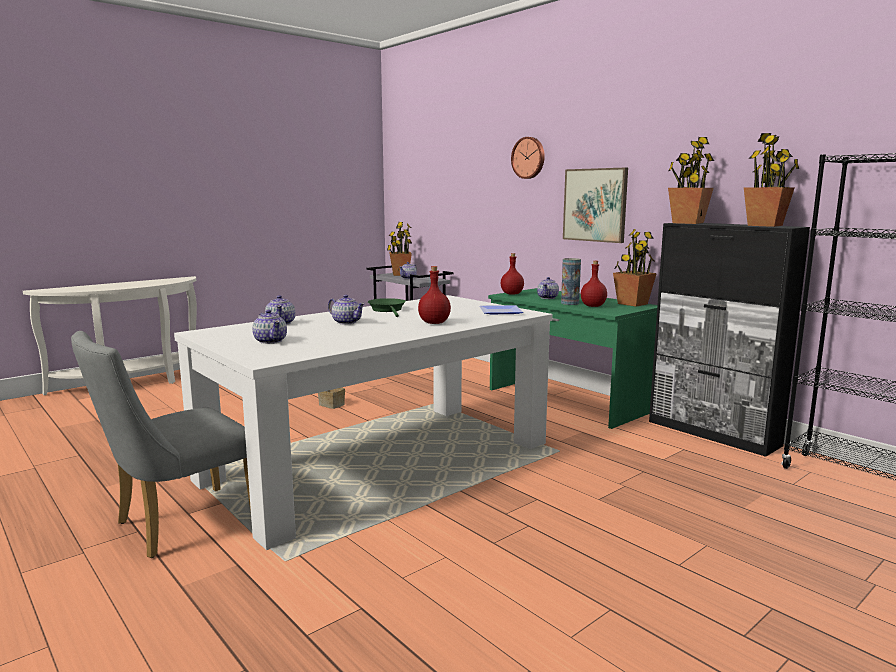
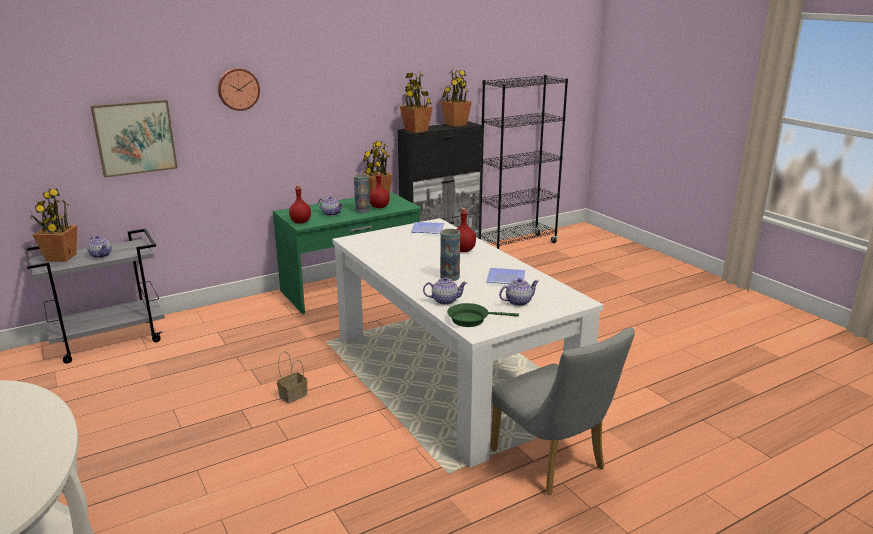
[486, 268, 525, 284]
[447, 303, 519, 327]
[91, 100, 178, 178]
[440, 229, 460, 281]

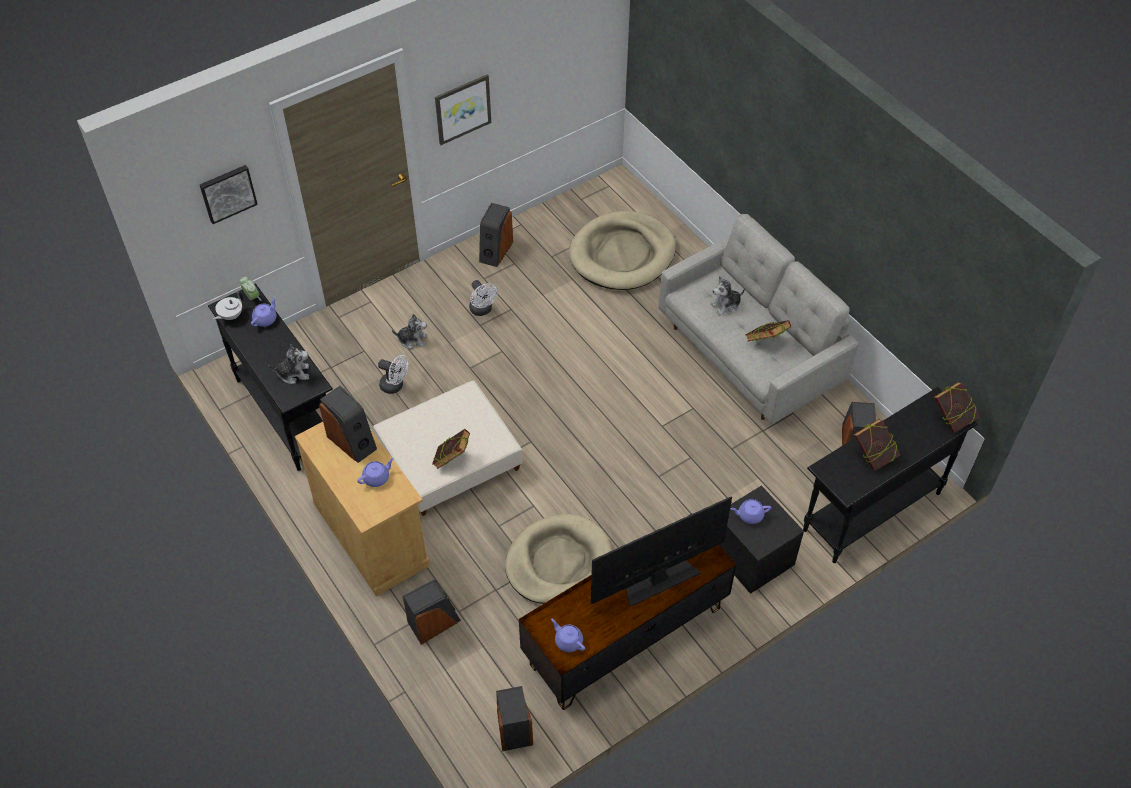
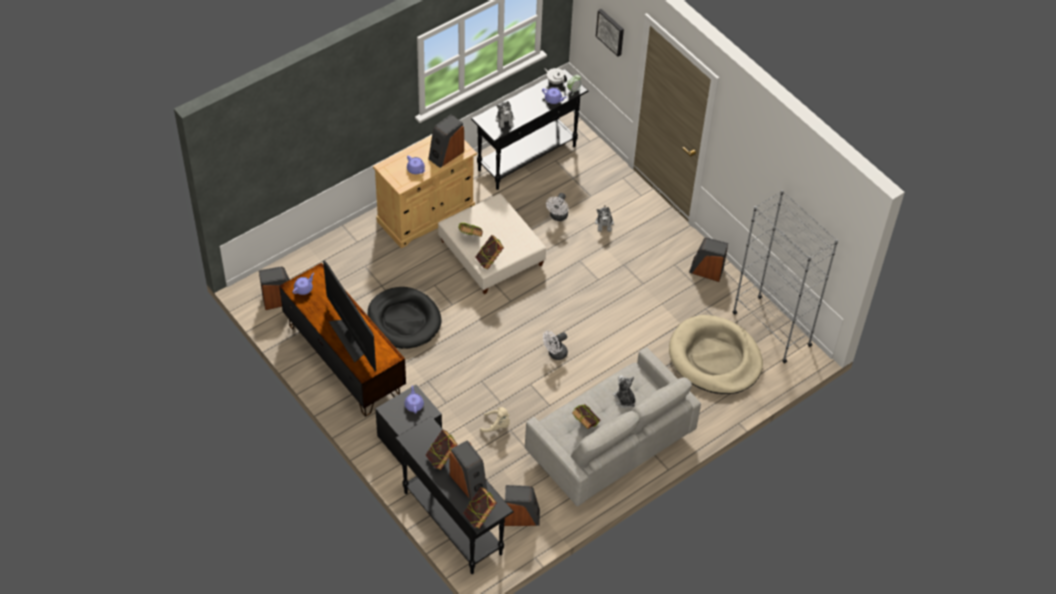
[435, 74, 491, 145] (first image)
[475, 235, 504, 270]
[480, 407, 510, 432]
[733, 190, 838, 363]
[449, 440, 487, 501]
[543, 331, 568, 360]
[367, 287, 442, 349]

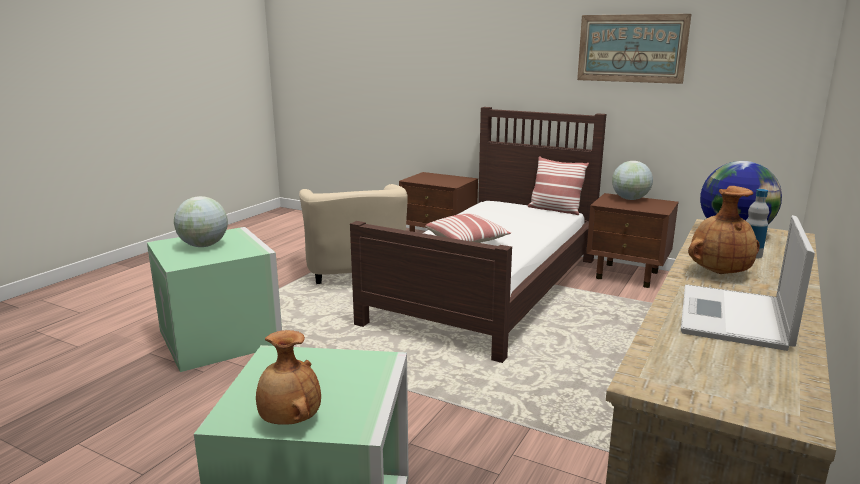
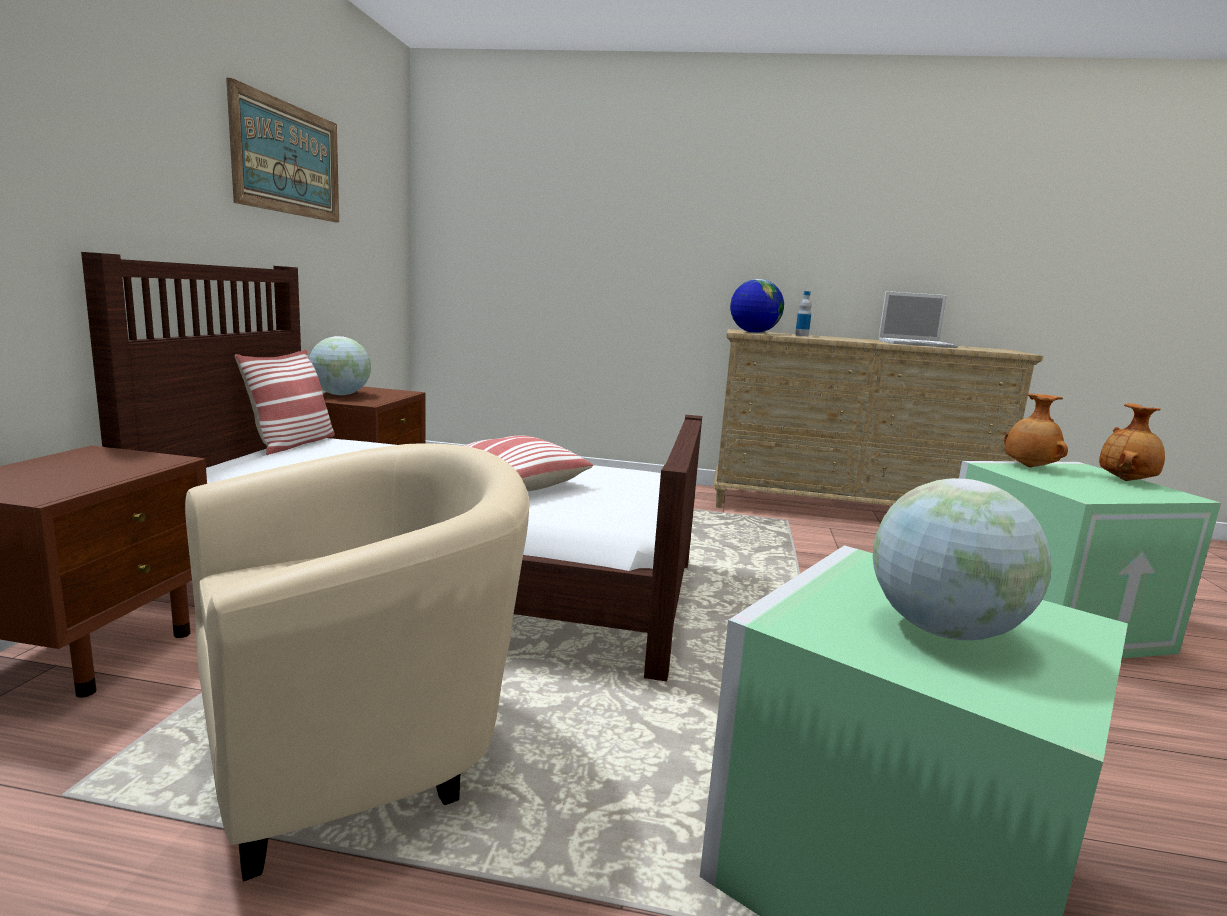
[1004, 394, 1068, 467]

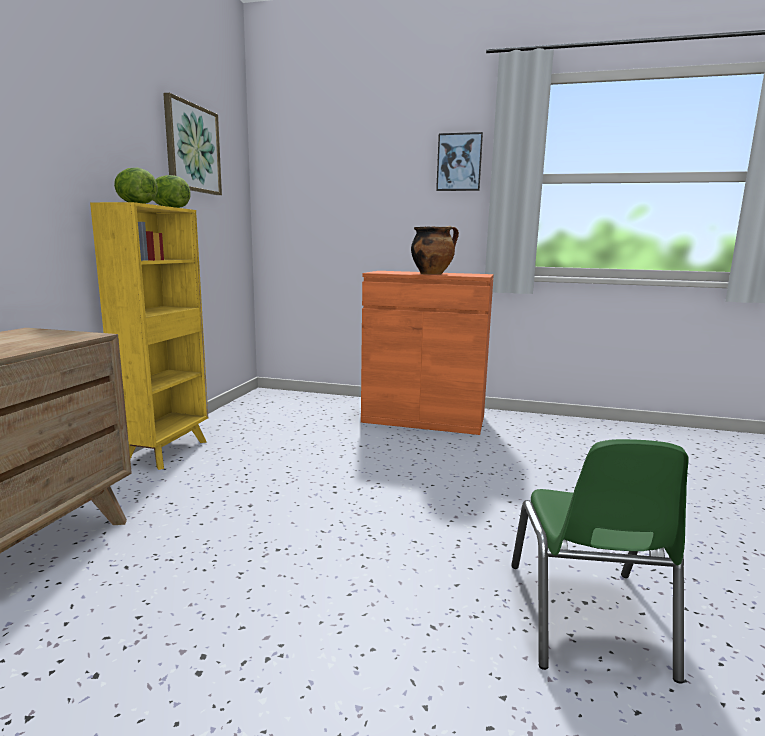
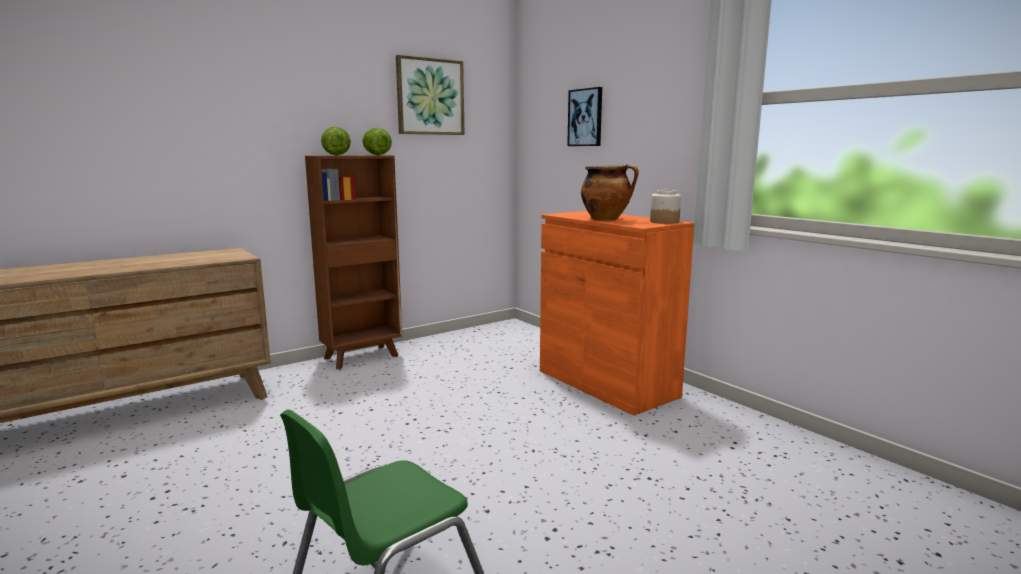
[650, 190, 681, 224]
[567, 87, 602, 146]
[305, 155, 402, 369]

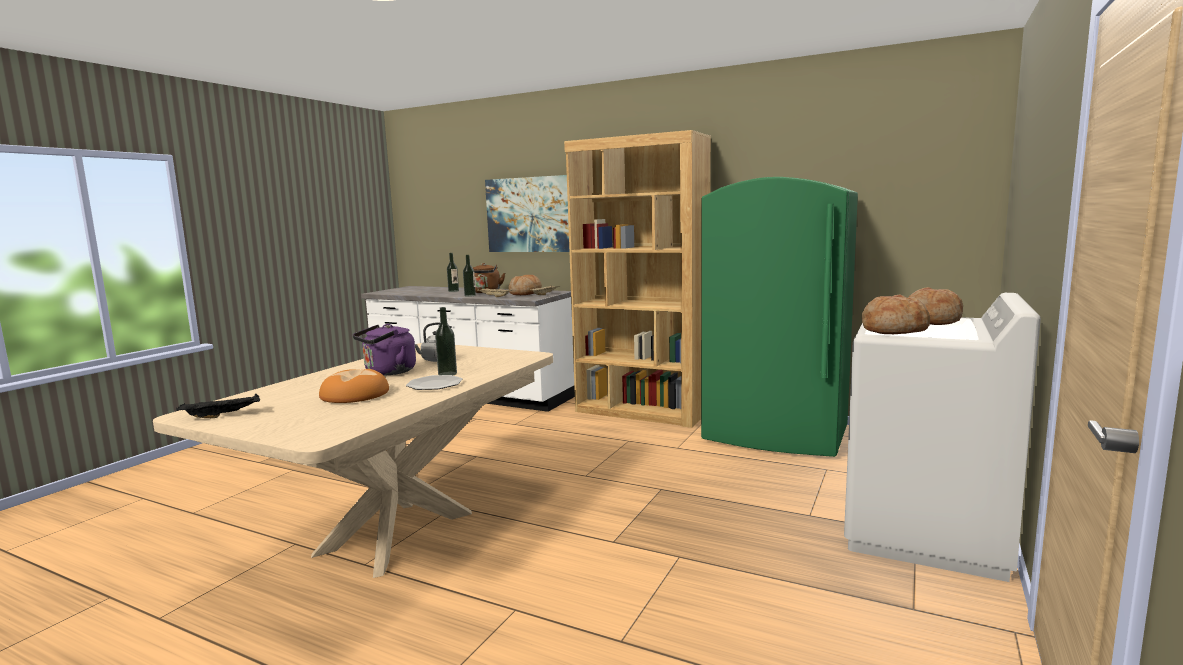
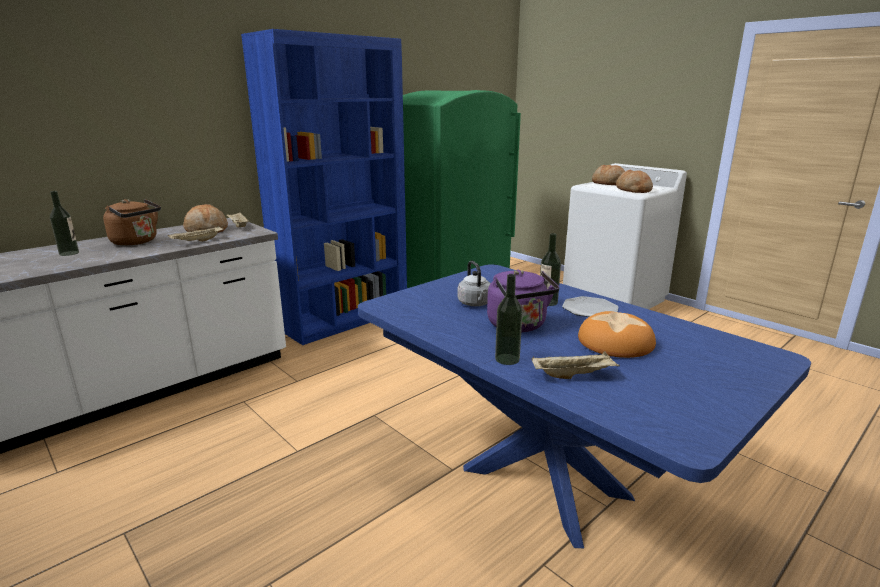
[176, 394, 260, 418] (first image)
[485, 175, 569, 252] (first image)
[532, 352, 620, 379]
[495, 274, 523, 365]
[358, 264, 811, 548]
[241, 29, 407, 345]

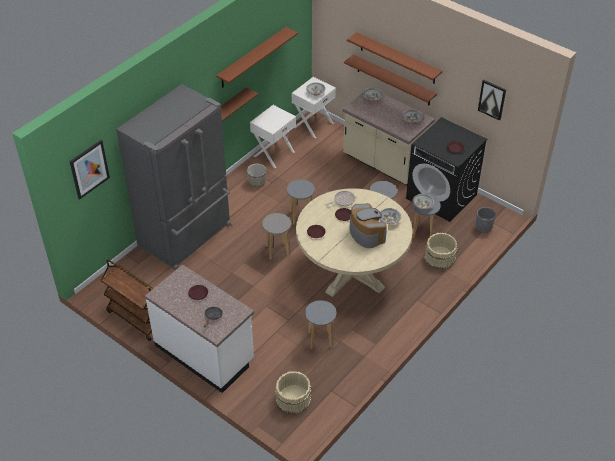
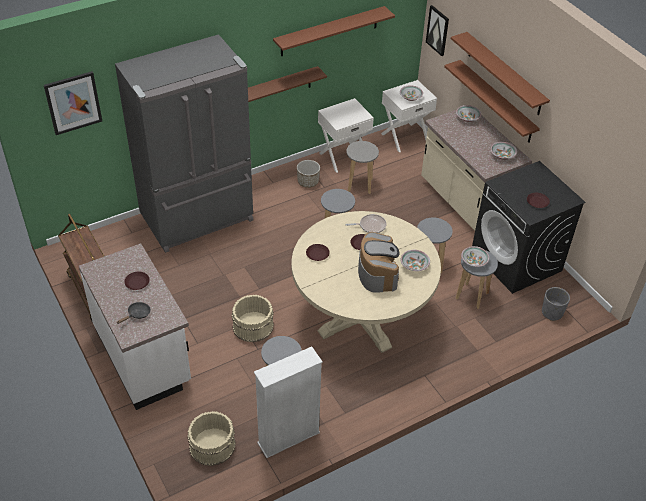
[254, 347, 323, 458]
[346, 141, 379, 194]
[232, 295, 274, 342]
[426, 5, 449, 56]

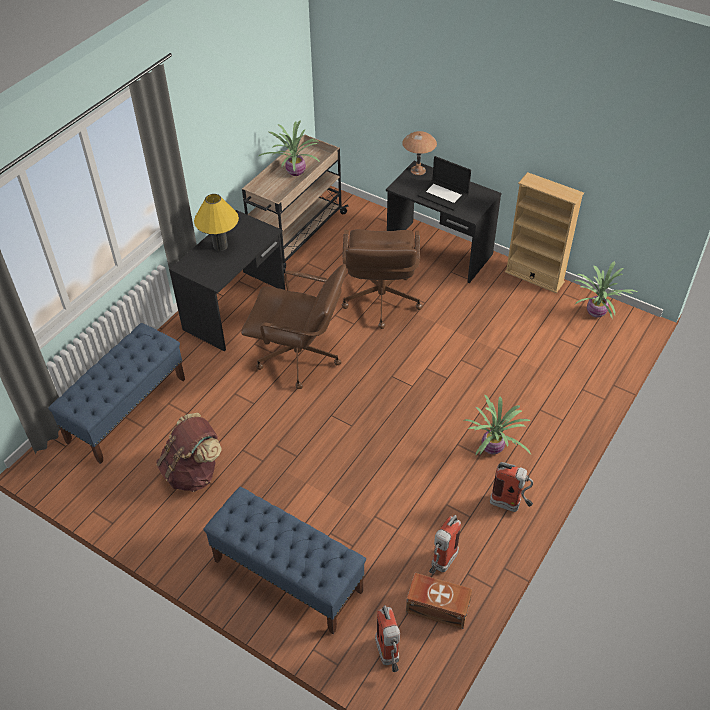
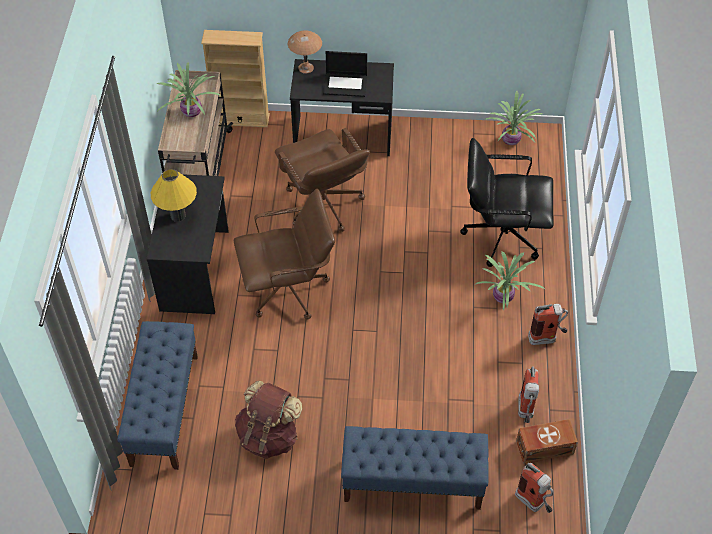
[460, 138, 554, 267]
[201, 30, 270, 127]

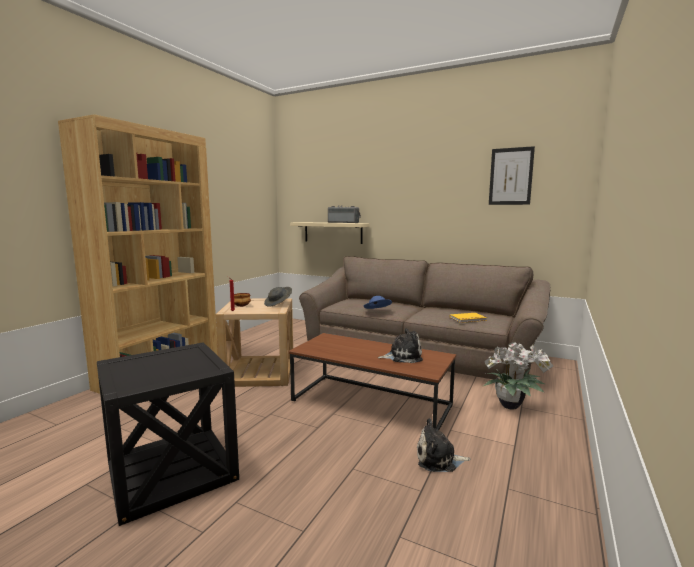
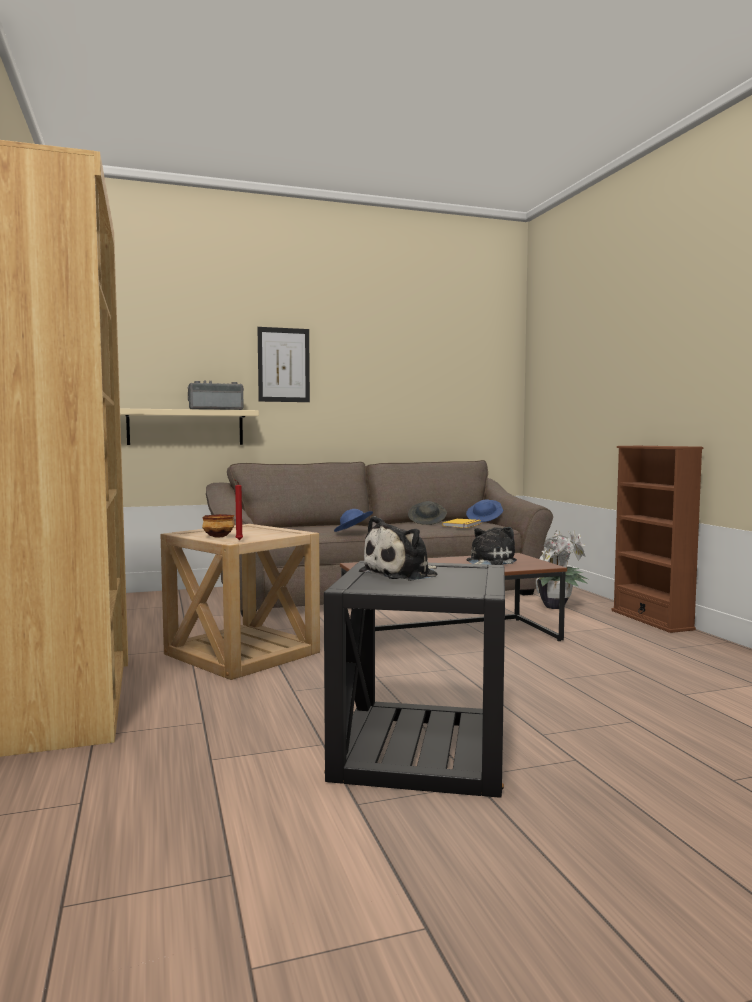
[466, 499, 503, 522]
[611, 446, 703, 633]
[408, 501, 447, 525]
[359, 516, 437, 581]
[257, 327, 310, 402]

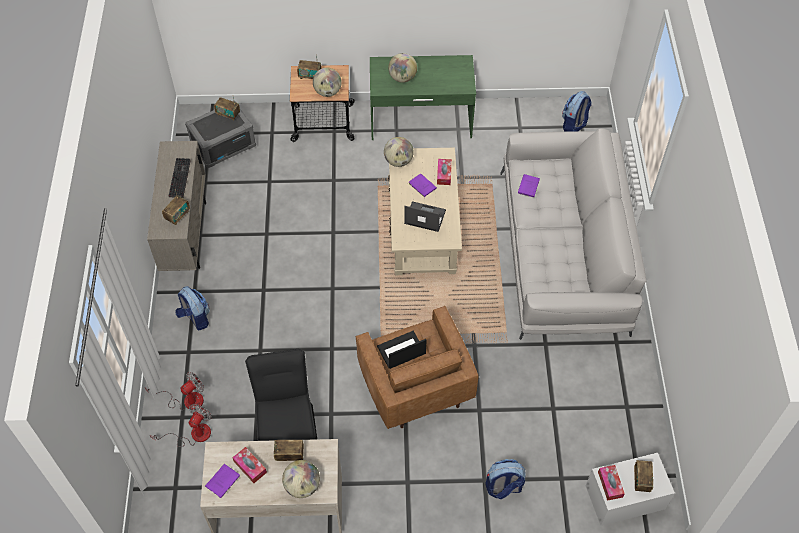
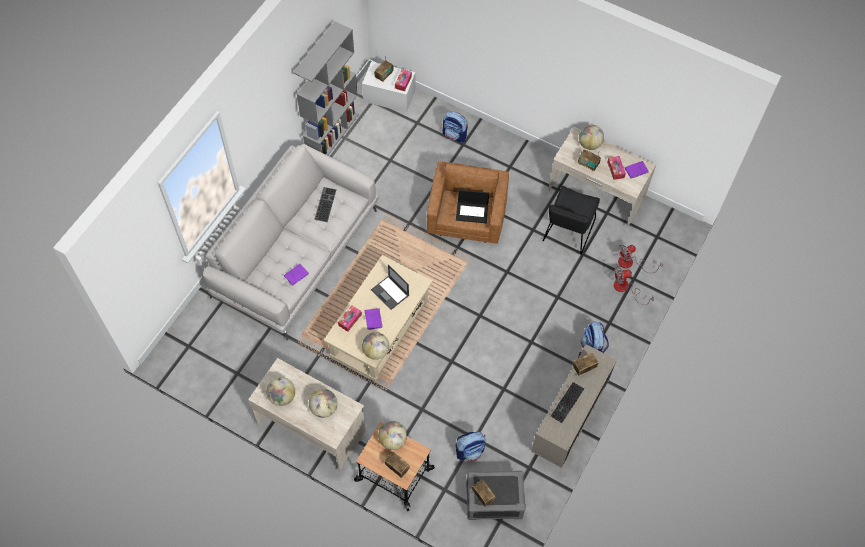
[267, 377, 295, 406]
[293, 22, 359, 155]
[314, 187, 336, 222]
[456, 432, 486, 461]
[248, 358, 366, 471]

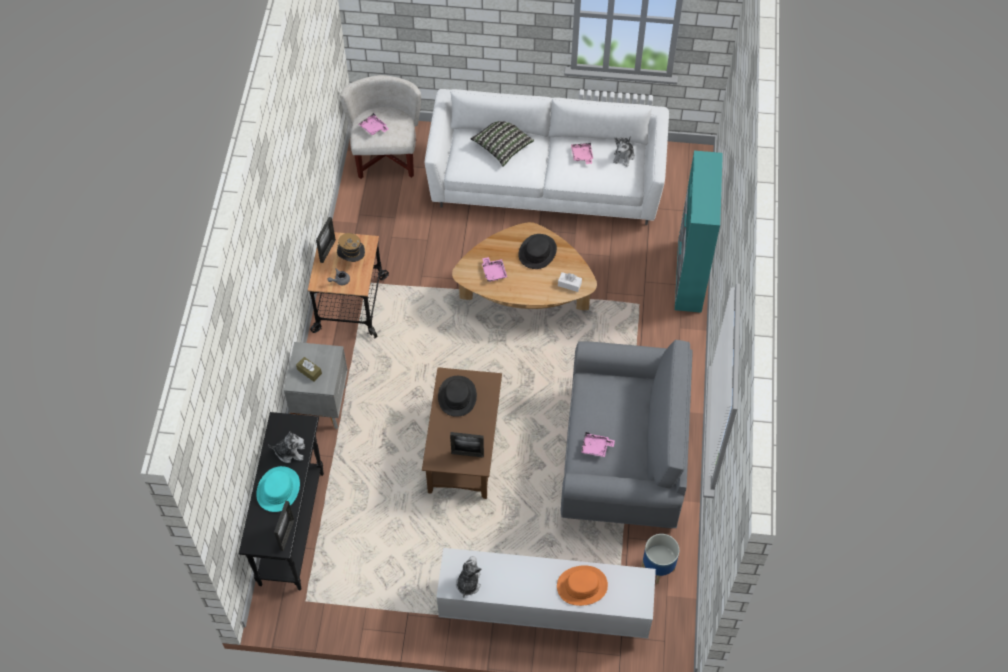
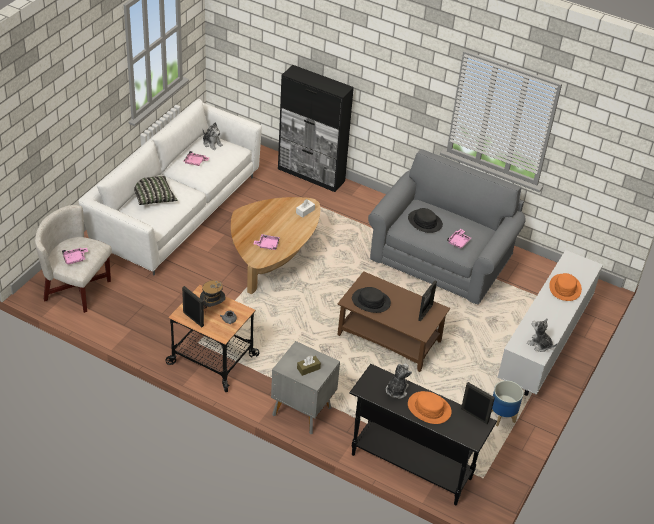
[408, 208, 443, 233]
[491, 381, 523, 427]
[408, 391, 452, 424]
[278, 65, 354, 192]

